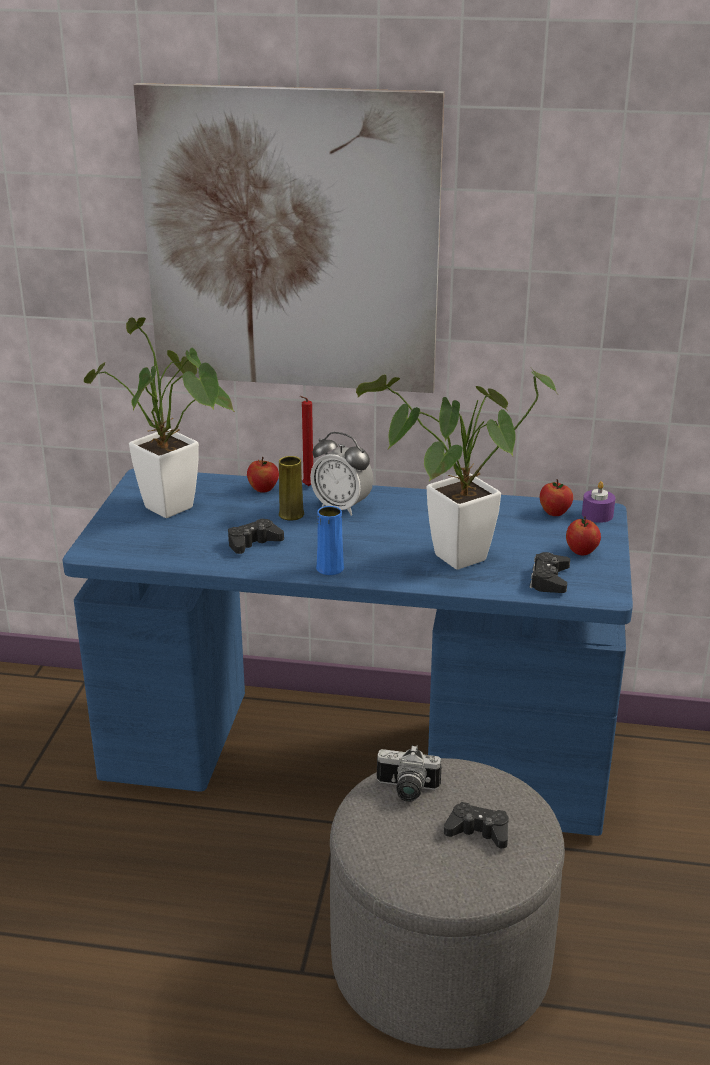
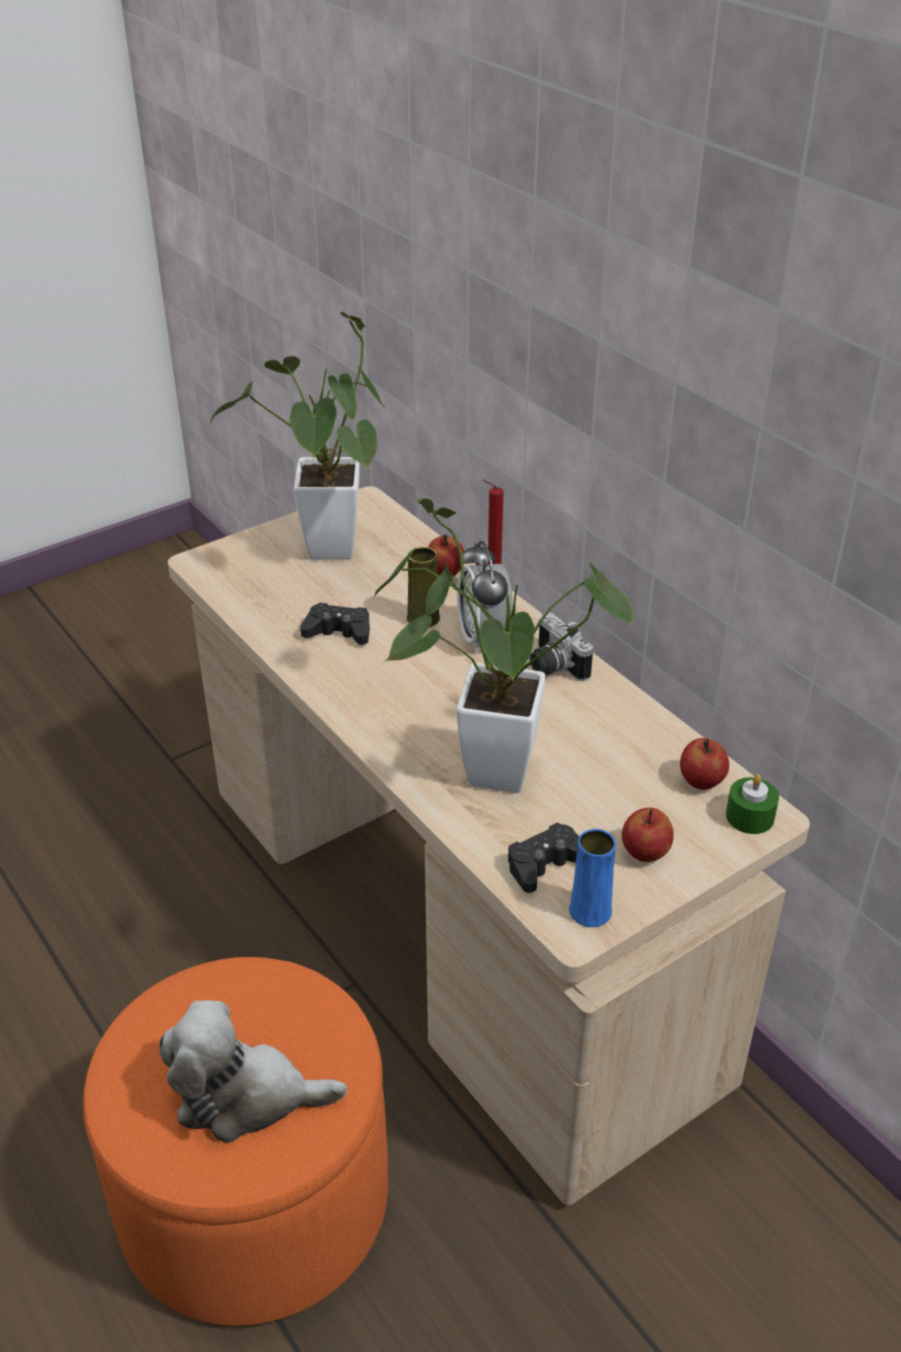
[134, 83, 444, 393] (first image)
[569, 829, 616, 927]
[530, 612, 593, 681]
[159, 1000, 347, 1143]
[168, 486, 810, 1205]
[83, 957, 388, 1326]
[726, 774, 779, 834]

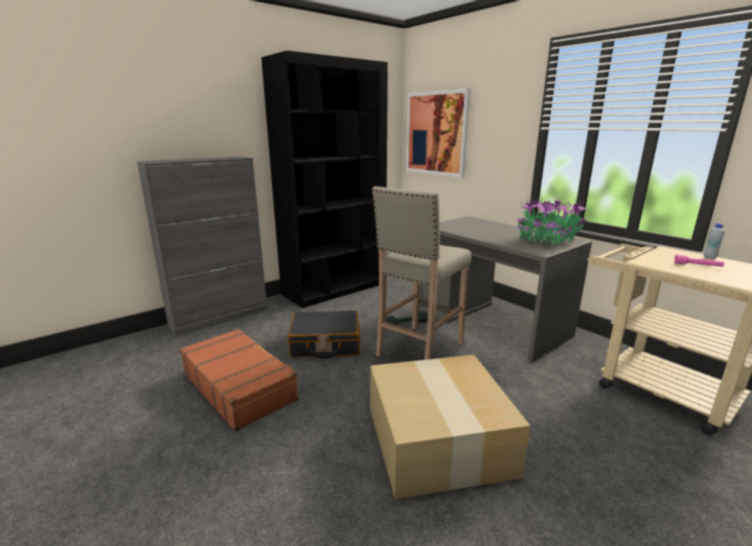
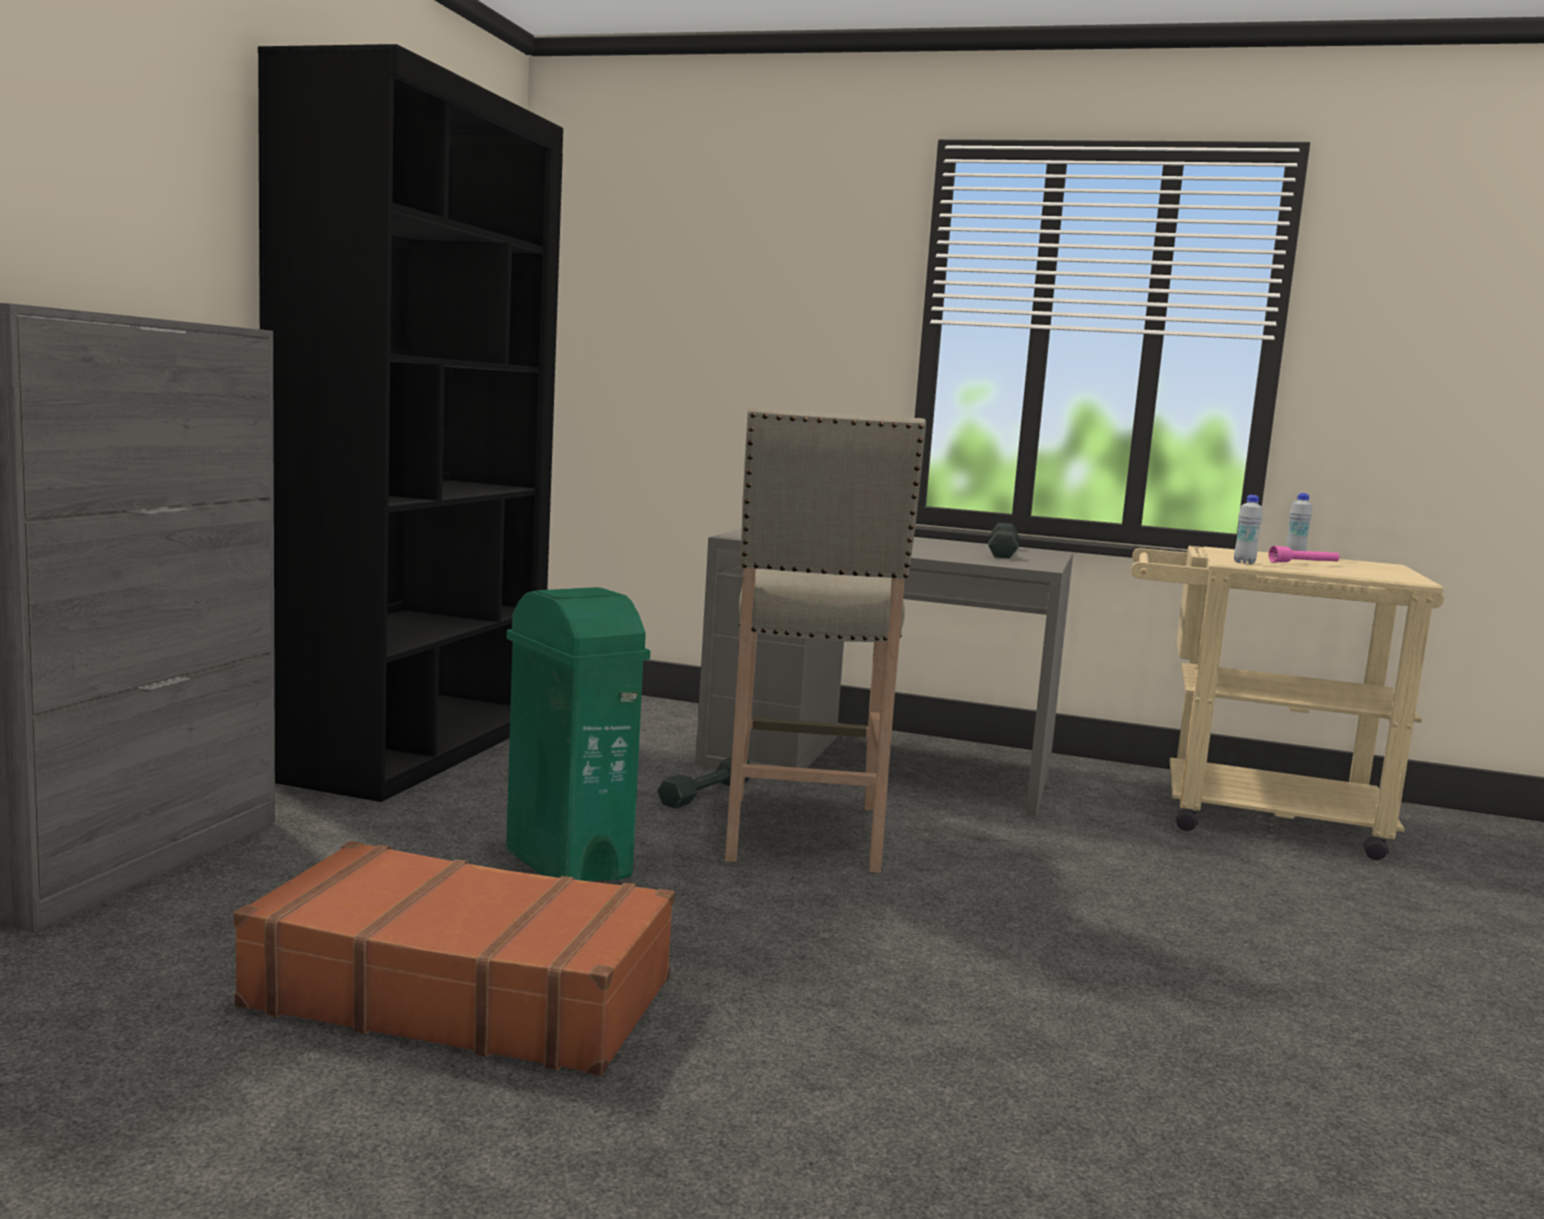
[370, 355, 530, 499] (first image)
[406, 88, 471, 178] (first image)
[1234, 495, 1263, 564]
[506, 587, 650, 881]
[988, 523, 1019, 558]

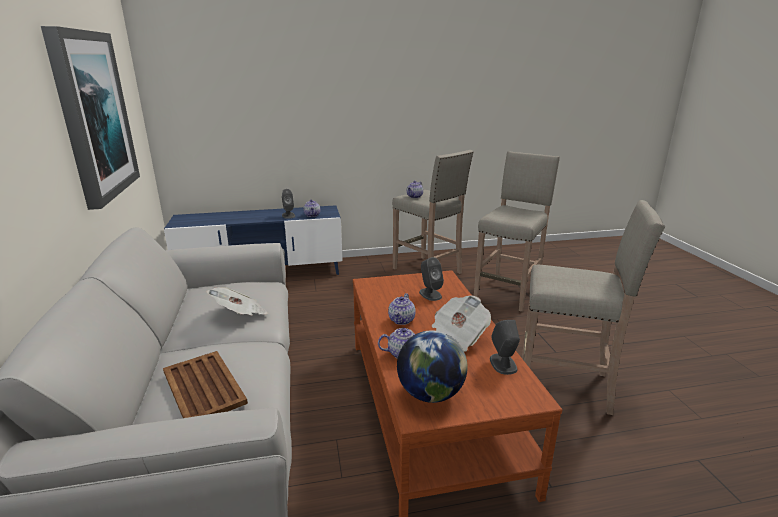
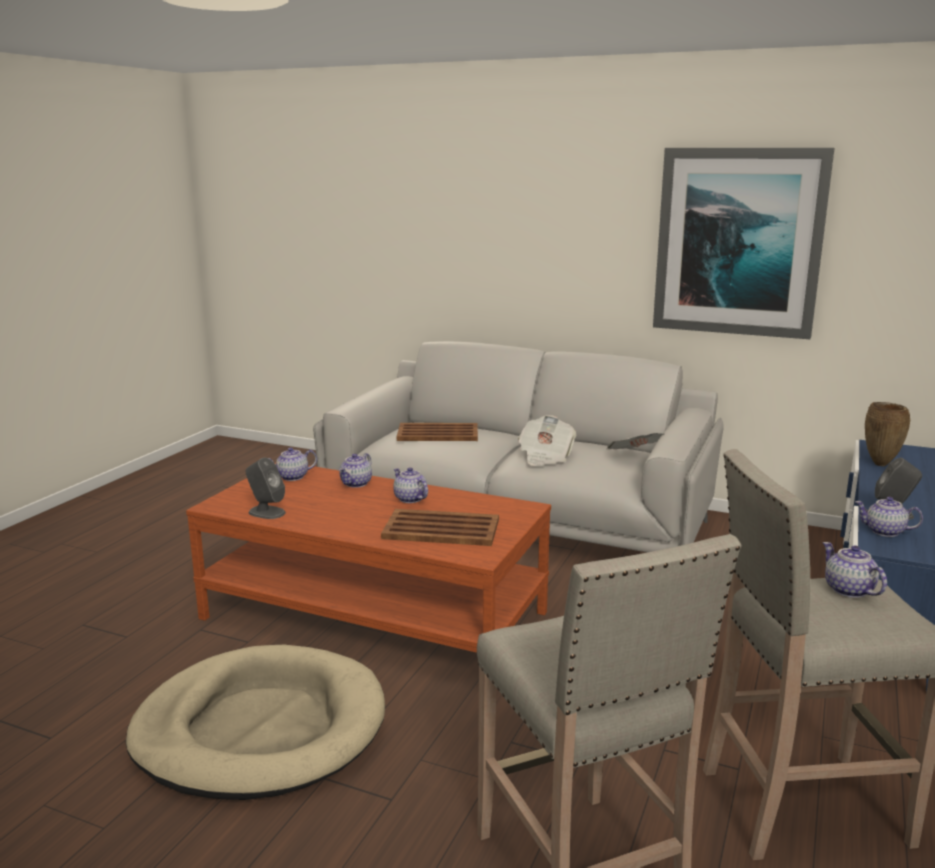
[865, 402, 910, 466]
[607, 433, 664, 449]
[269, 447, 317, 481]
[381, 509, 499, 546]
[125, 645, 385, 800]

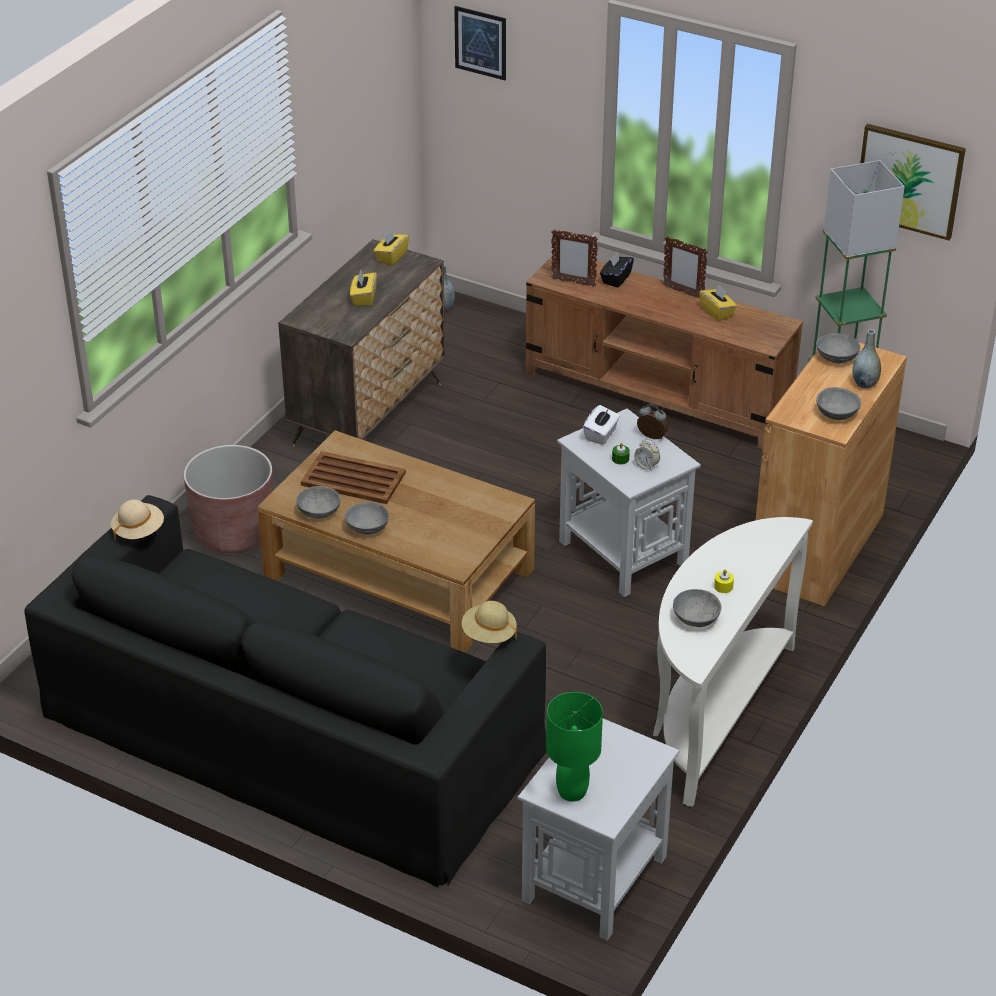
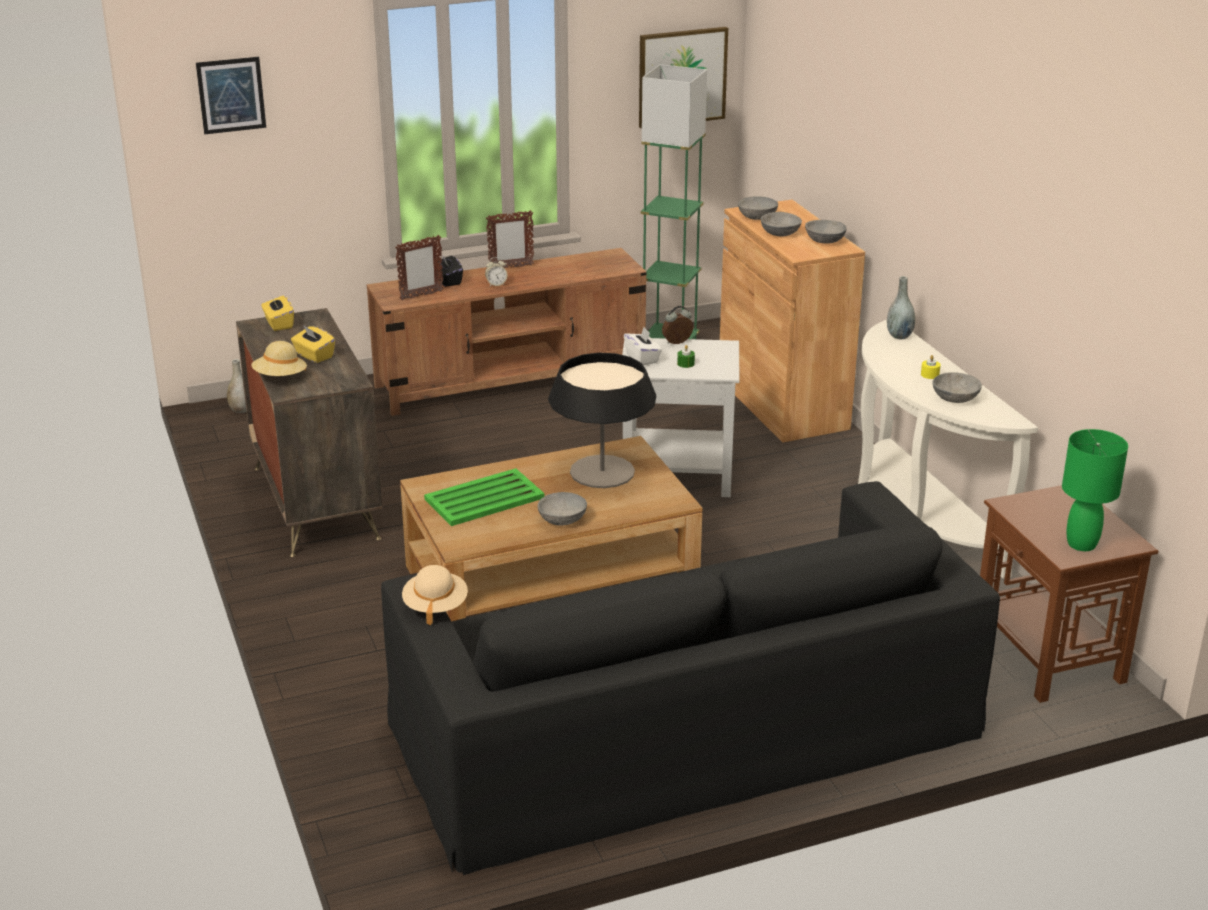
[184, 445, 273, 553] (first image)
[699, 284, 737, 321] (first image)
[548, 353, 656, 488]
[761, 212, 802, 237]
[251, 341, 307, 376]
[485, 257, 507, 286]
[887, 276, 915, 339]
[424, 468, 544, 526]
[980, 485, 1158, 703]

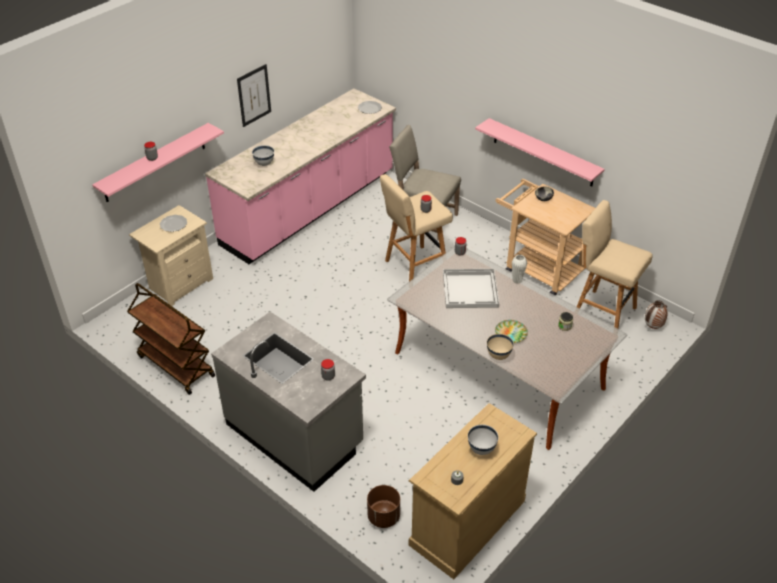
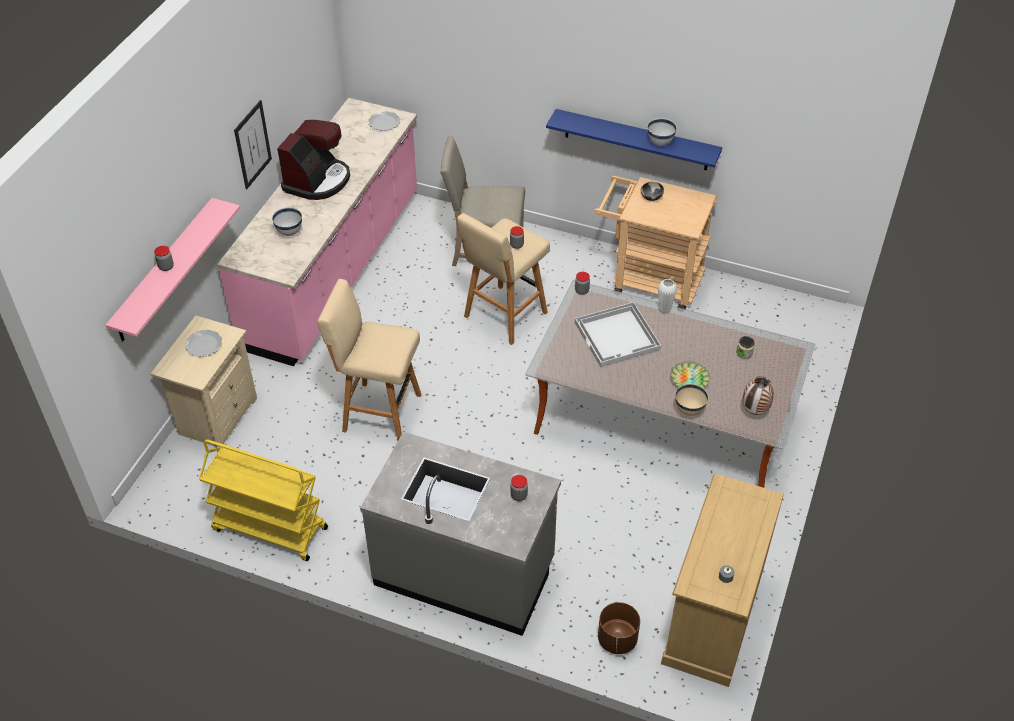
[277, 120, 350, 200]
[647, 118, 677, 146]
[317, 279, 421, 440]
[742, 376, 774, 415]
[199, 439, 328, 561]
[546, 109, 722, 170]

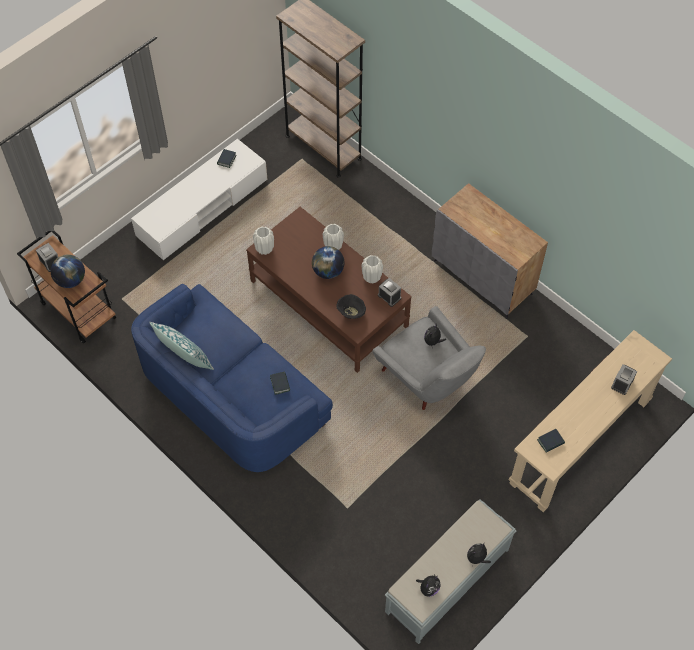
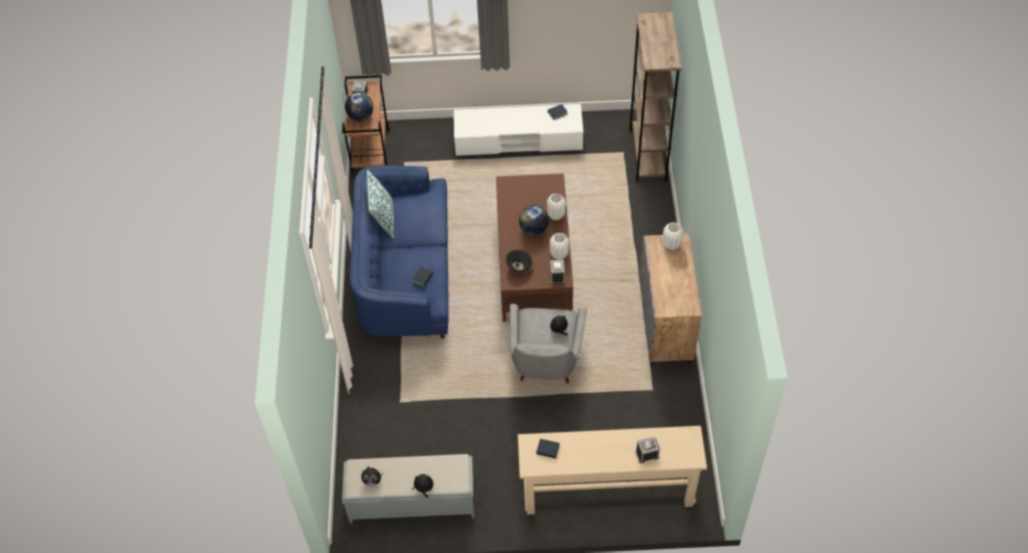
[663, 222, 684, 250]

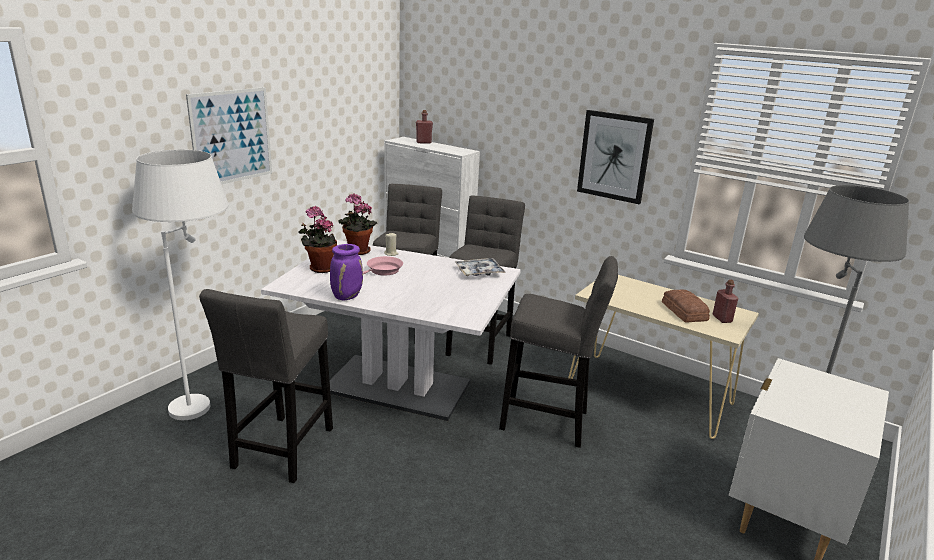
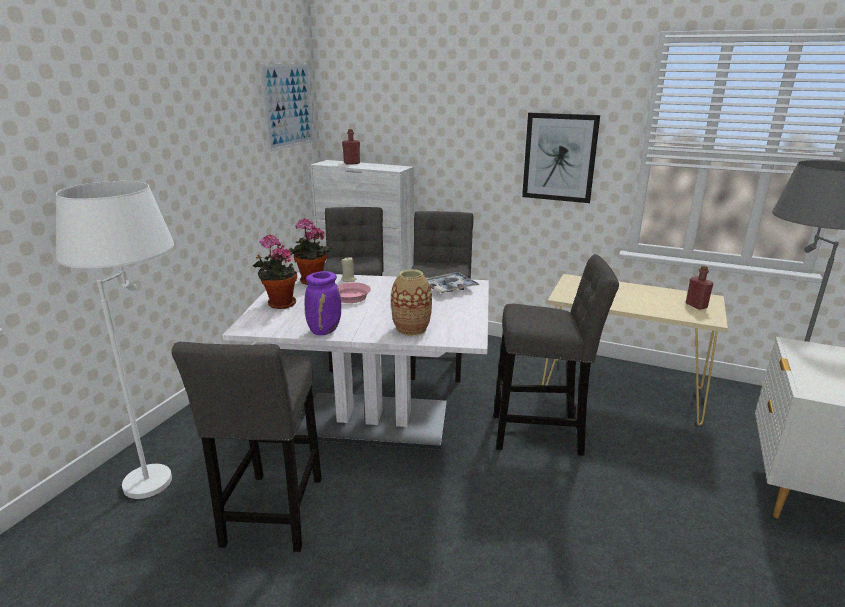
[662, 290, 710, 323] (first image)
[391, 269, 432, 336]
[259, 63, 315, 152]

